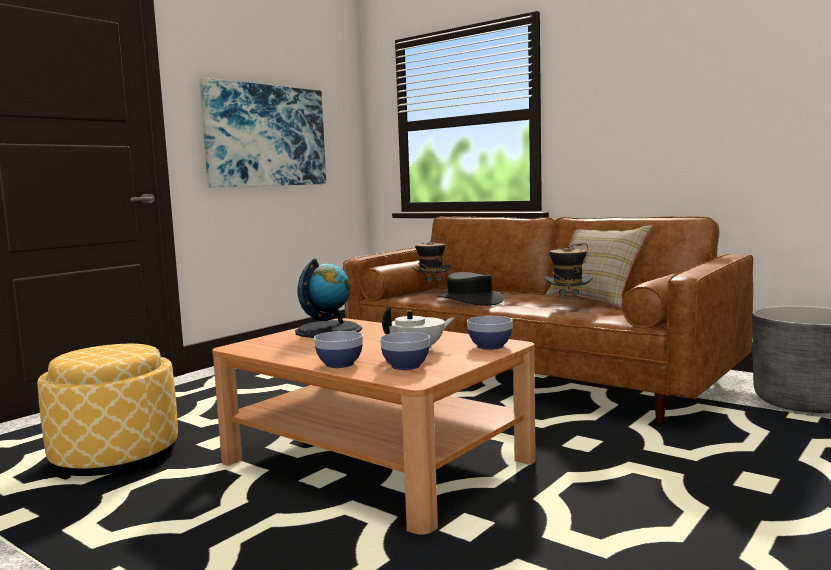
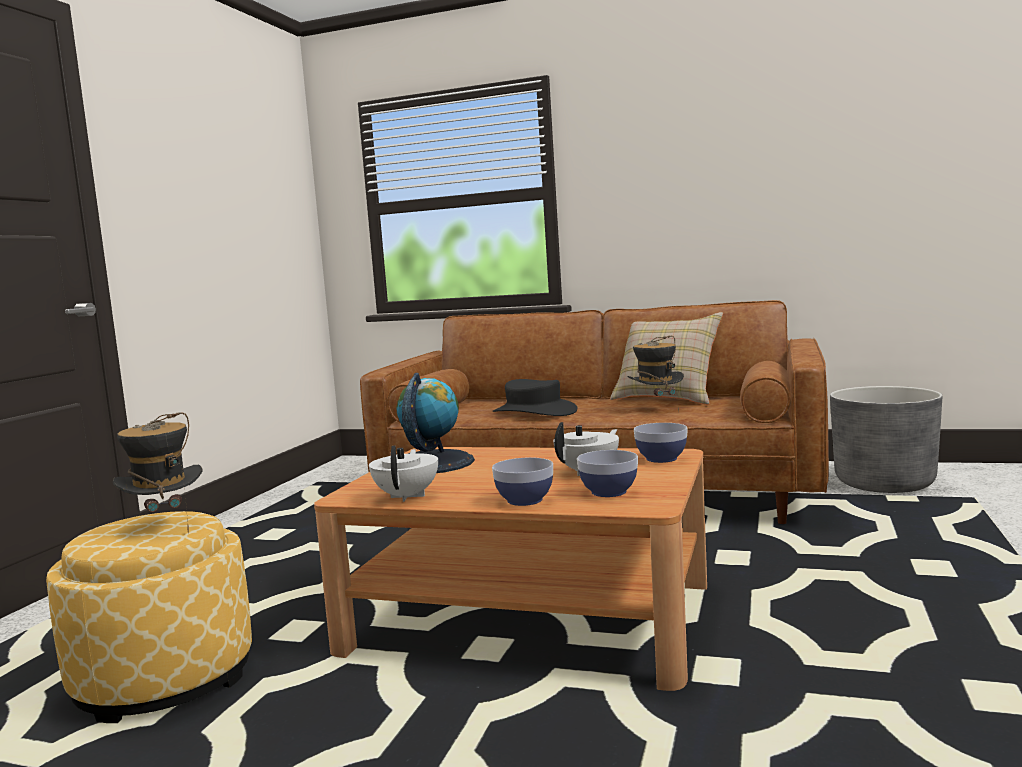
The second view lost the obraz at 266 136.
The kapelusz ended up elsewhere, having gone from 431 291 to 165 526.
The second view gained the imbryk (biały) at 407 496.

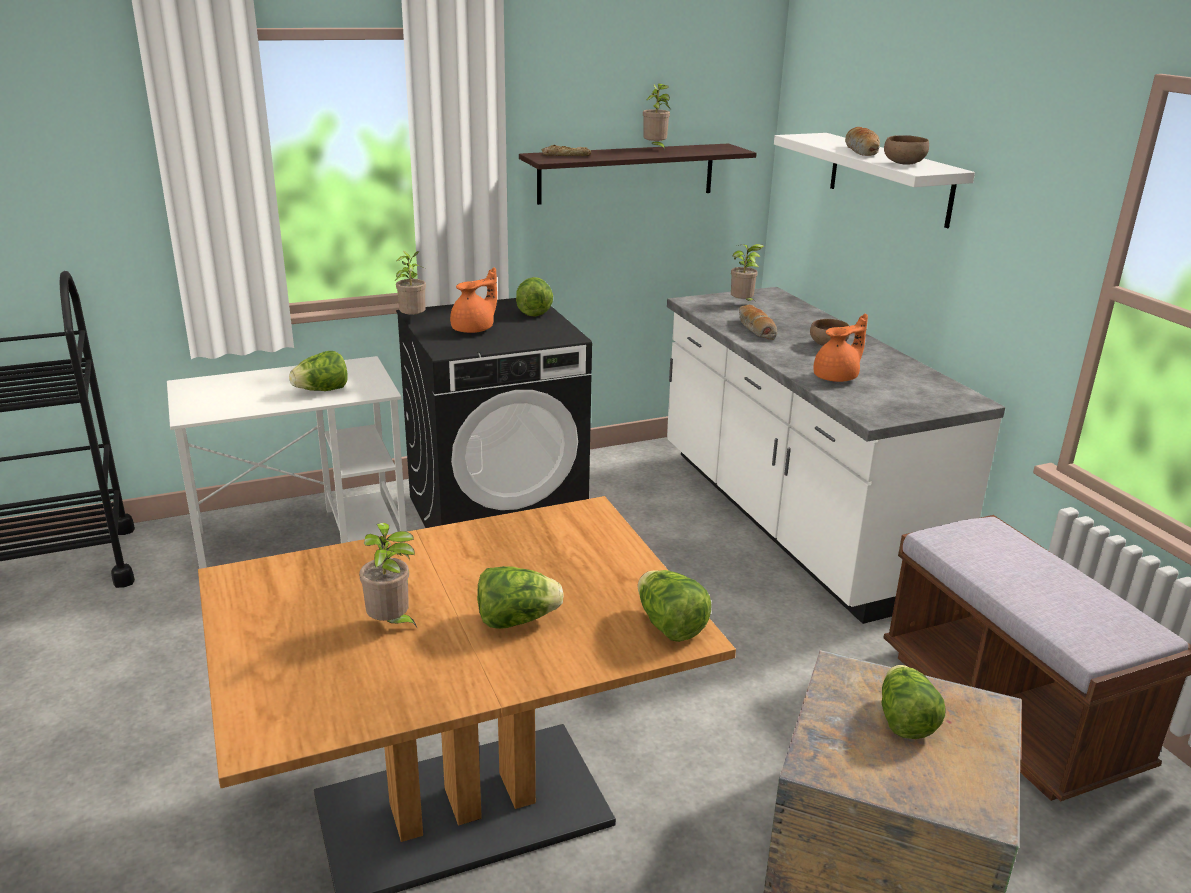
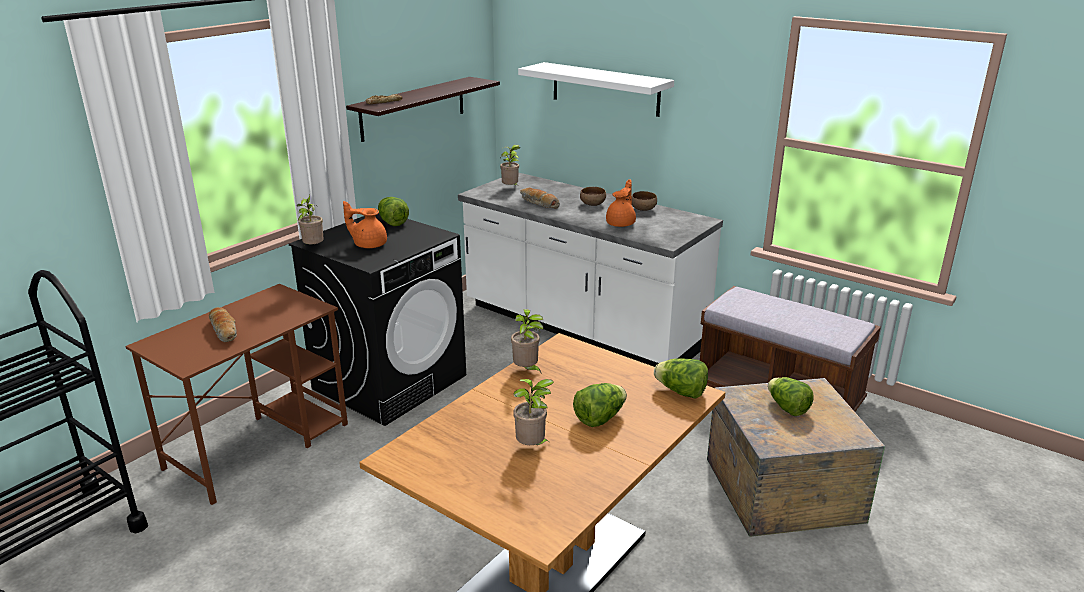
The roślina doniczkowa ended up elsewhere, having gone from 655 149 to 527 370.
The chleb ended up elsewhere, having gone from 862 151 to 225 331.
The miska (brązowy) ended up elsewhere, having gone from 904 164 to 643 209.
The imbryk (pomarańczowy) at 474 329 ended up facing another way, 90 degrees counterclockwise from before.
The second view lost the sałata at 322 390.
What was the biurko (biały) at 303 539 turned into the biurko (brązowy) at 259 445.

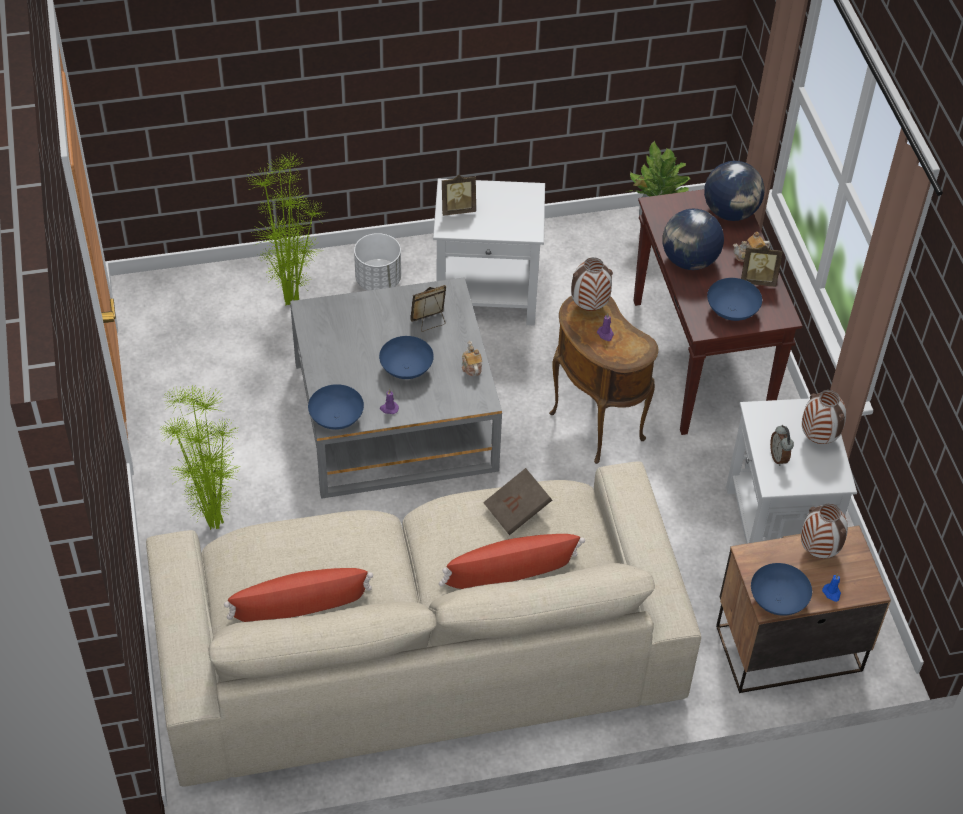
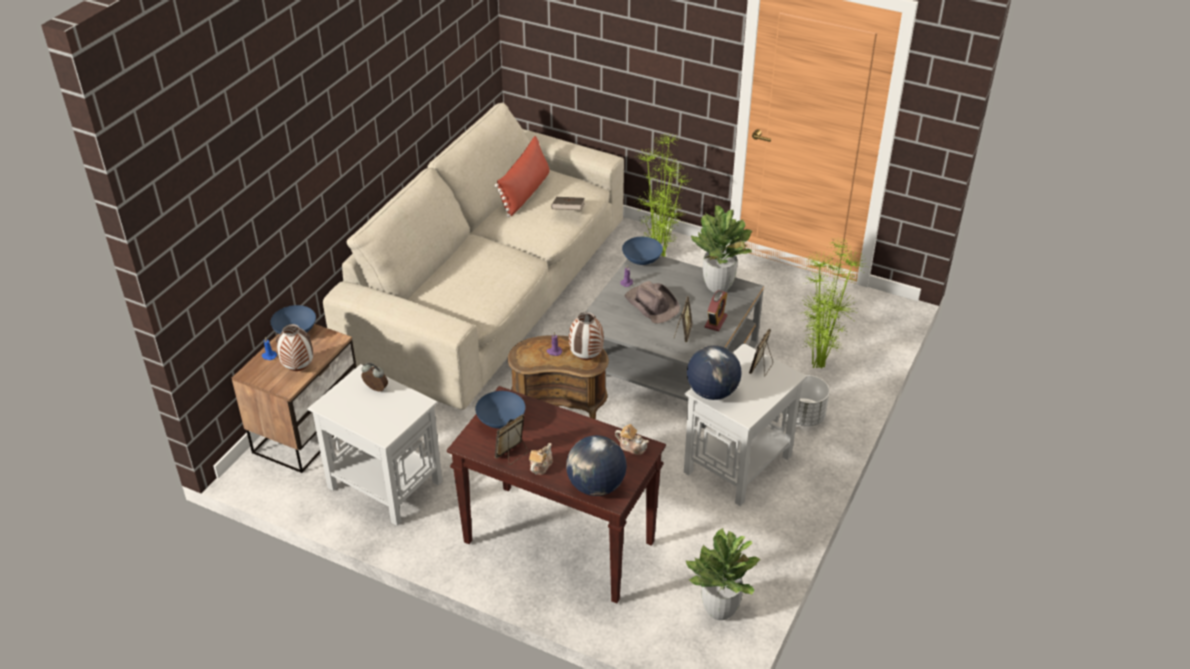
The globus ended up elsewhere, having gone from 689 261 to 712 392.
Where the miska (niebieski) stood at 405 369, the kapelusz (brązowy) came to stand at 652 304.
The imbryk ended up elsewhere, having gone from 471 367 to 632 446.
The second view lost the wazon at 819 438.
The książka (brązowy) ended up elsewhere, having gone from 517 511 to 568 211.
The second view lost the poduszka (czerwony) at 509 575.
The second view gained the roślina doniczkowa at 718 286.
The second view gained the budzik at 716 321.

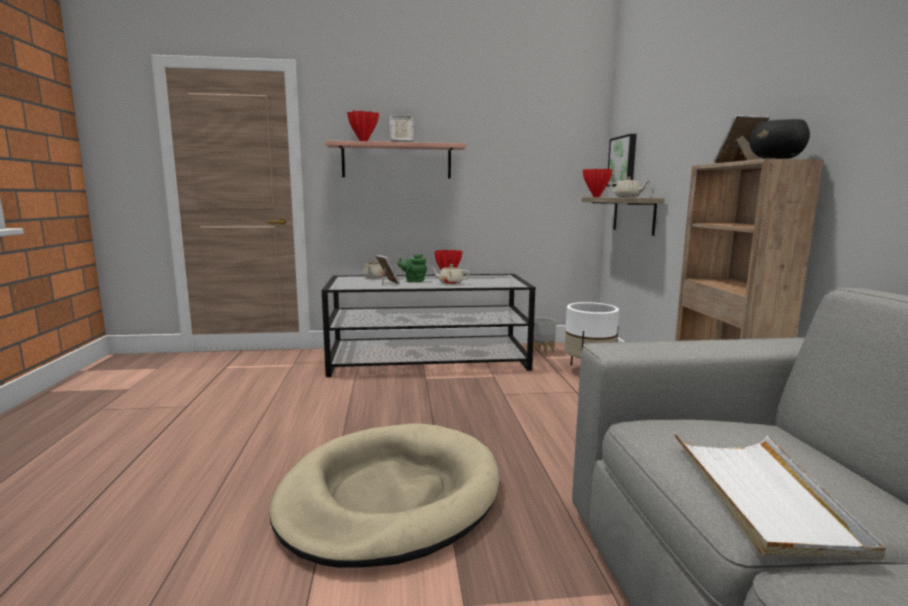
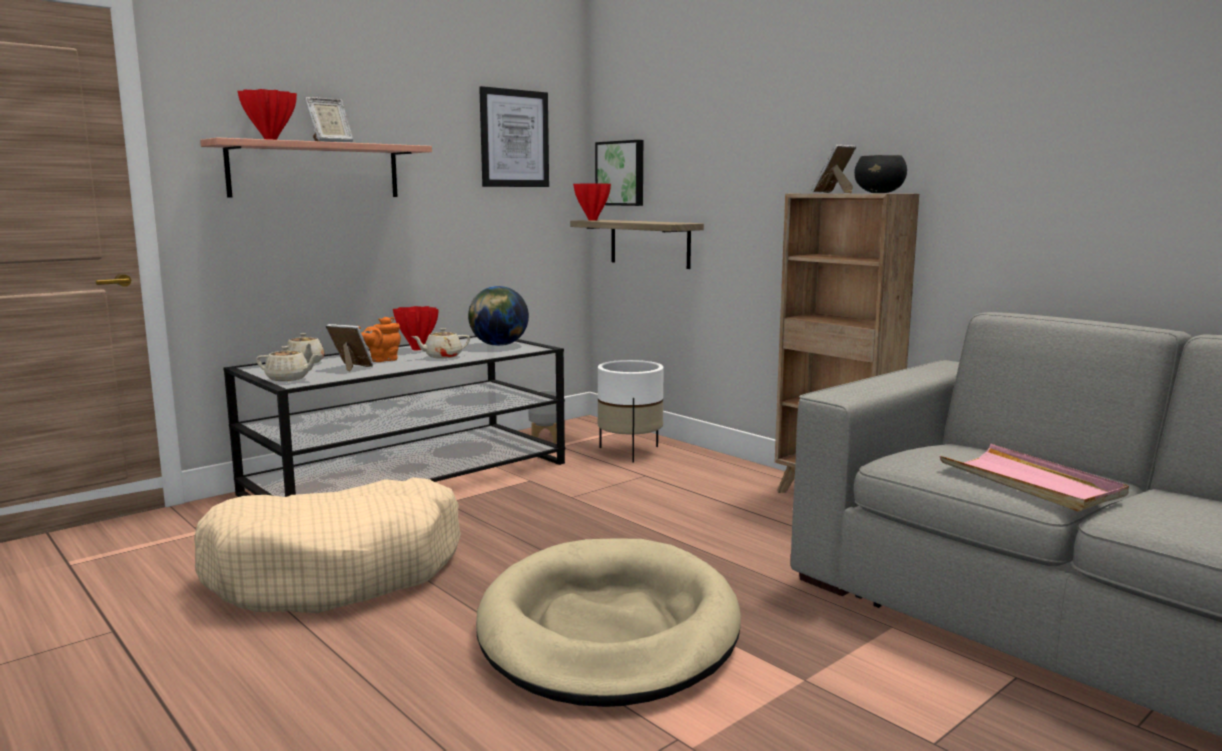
The imbryk (beżowy) ended up elsewhere, having gone from 628 197 to 288 379.
What was the imbryk (zielony) at 413 281 turned into the imbryk (pomarańczowy) at 381 360.
What was the taca (biały) at 761 495 turned into the taca (różowy) at 1030 483.
The second view gained the obraz at 514 138.
The second view gained the globus at 499 345.
The second view gained the legowisko (beżowy) at 337 571.

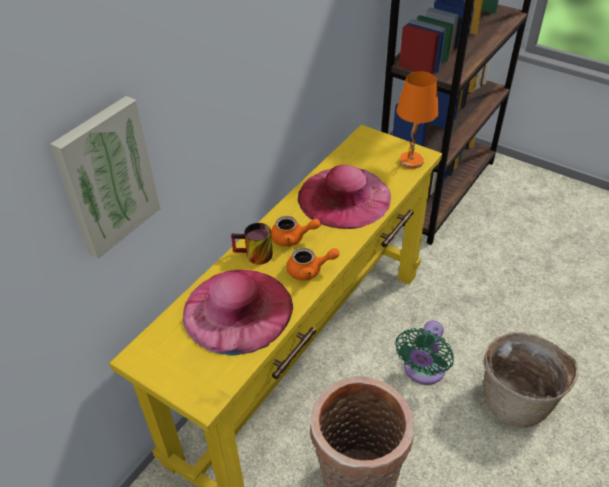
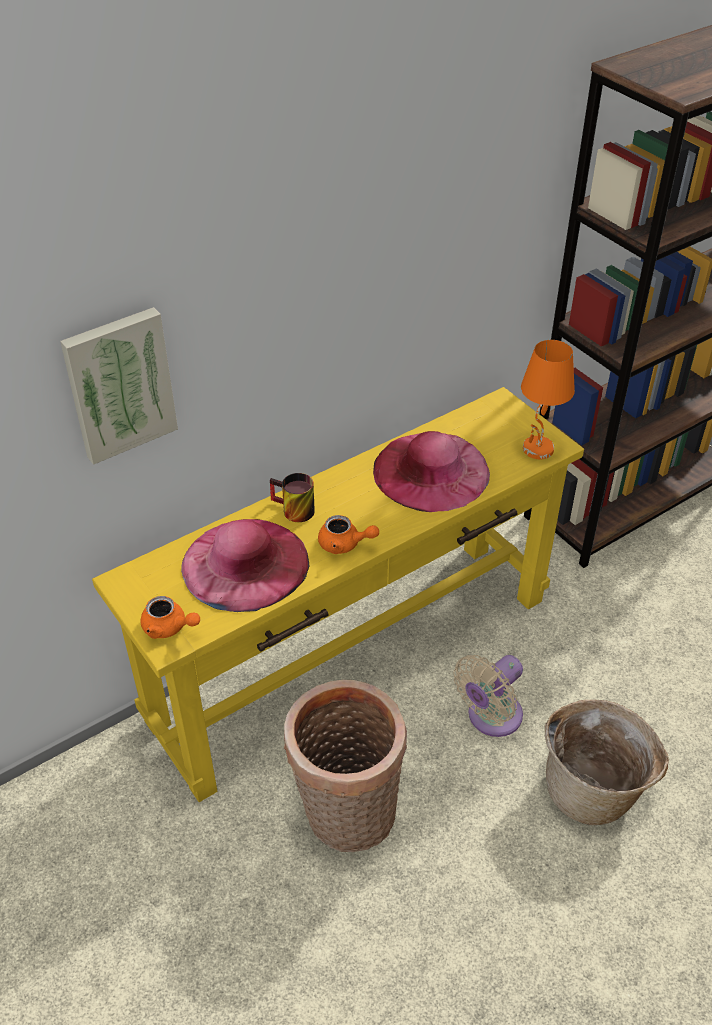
The imbryk (pomarańczowy) ended up elsewhere, having gone from 292 238 to 169 628.
What was the wentylator (zielony) at 422 371 turned into the wentylator (beżowy) at 490 717.

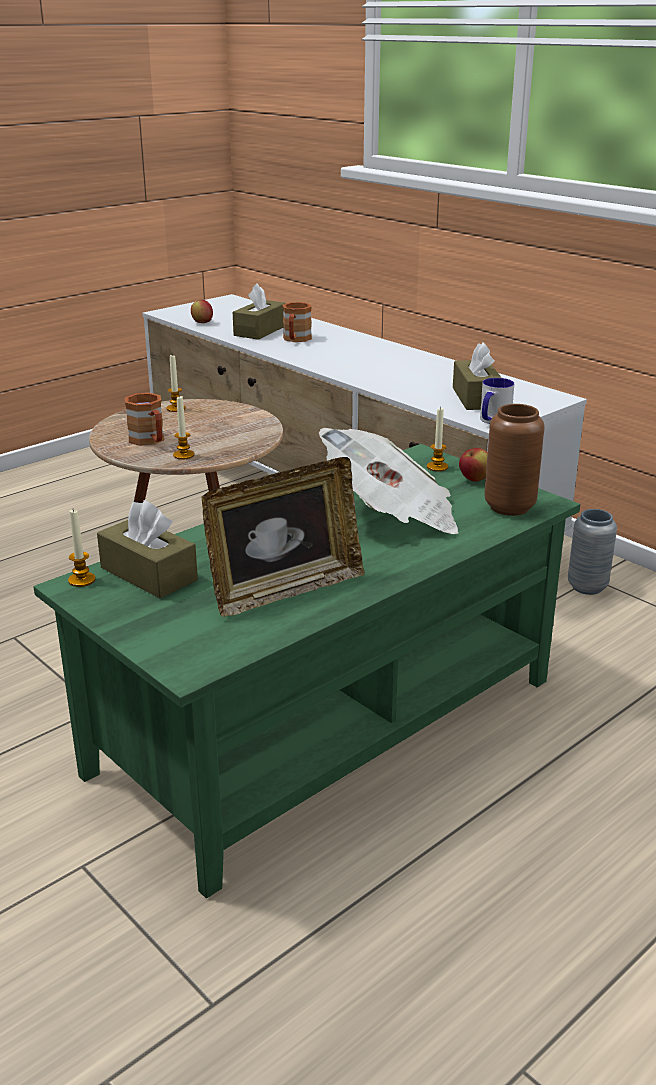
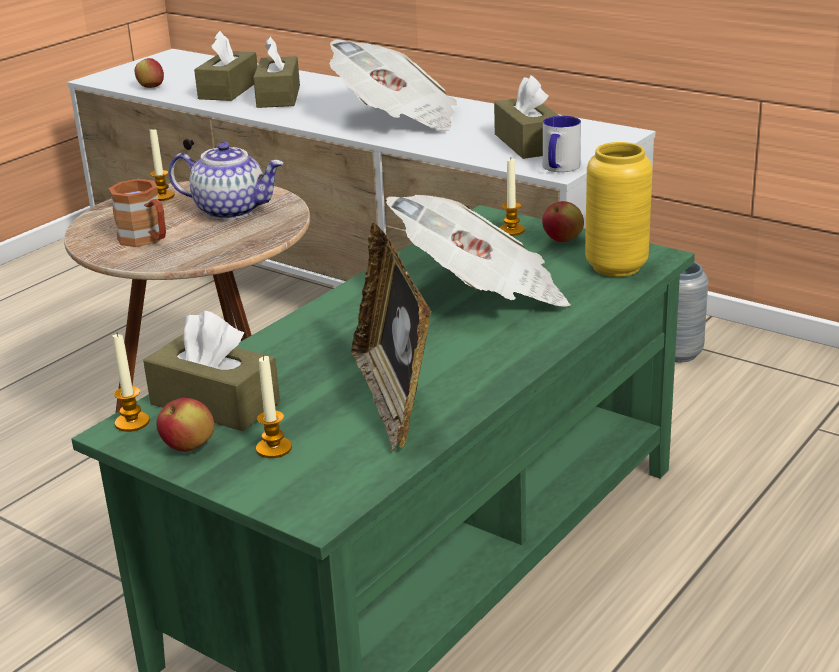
Where the kubek (brązowy) stood at 296 340, the pudełko chusteczek (brązowy) came to stand at 278 96.
The świeca ended up elsewhere, having gone from 183 455 to 274 448.
What was the wazon (brązowy) at 509 507 turned into the wazon (żółty) at 616 267.
The ramka na zdjęcie at 285 590 ended up facing another way, 120 degrees clockwise from before.
The second view gained the gazeta at 397 119.
The second view gained the imbryk at 231 210.
The second view gained the jabłko at 189 447.

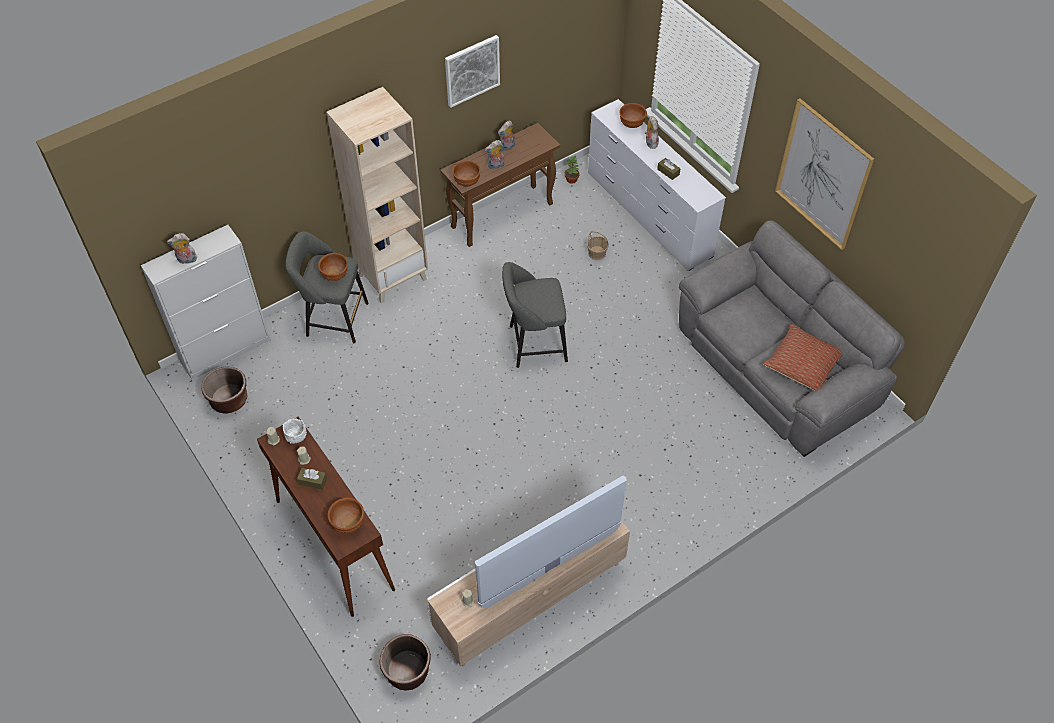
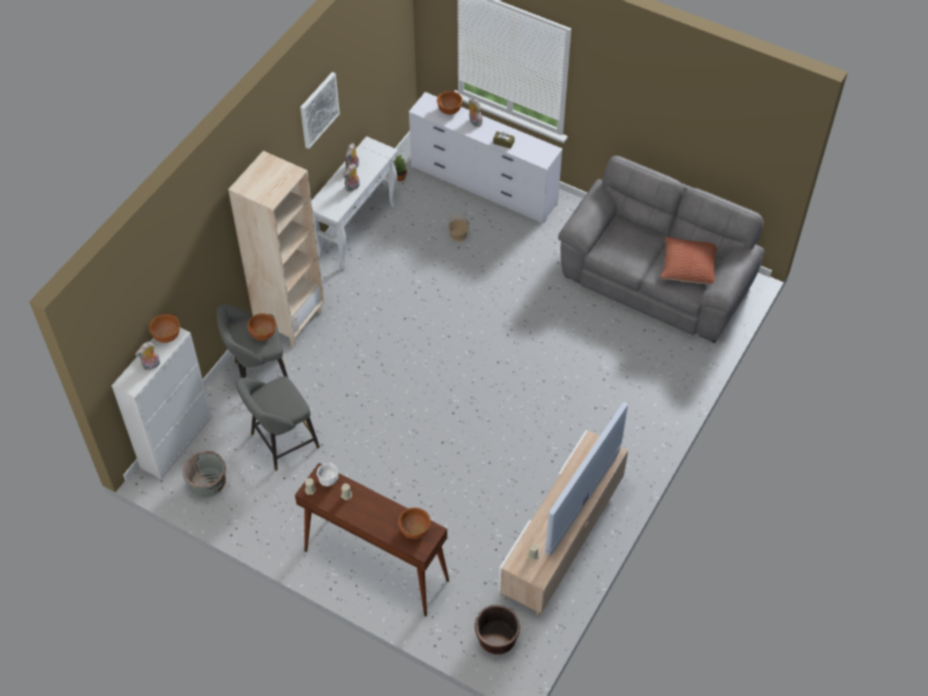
The second view lost the obraz at 822 175.
What was the stolik konsolowy (brązowy) at 502 215 turned into the stolik konsolowy (biały) at 357 230.
The miska (brązowy) ended up elsewhere, having gone from 467 182 to 167 336.
The stołek (szary) ended up elsewhere, having gone from 534 344 to 281 442.
What was the donica (brązowy) at 229 400 turned into the donica (szary) at 208 483.
The second view lost the pudełko chusteczek (brązowy) at 312 481.

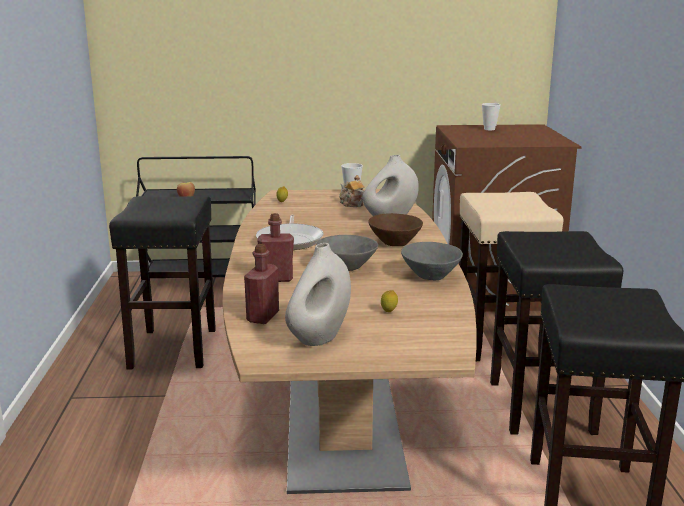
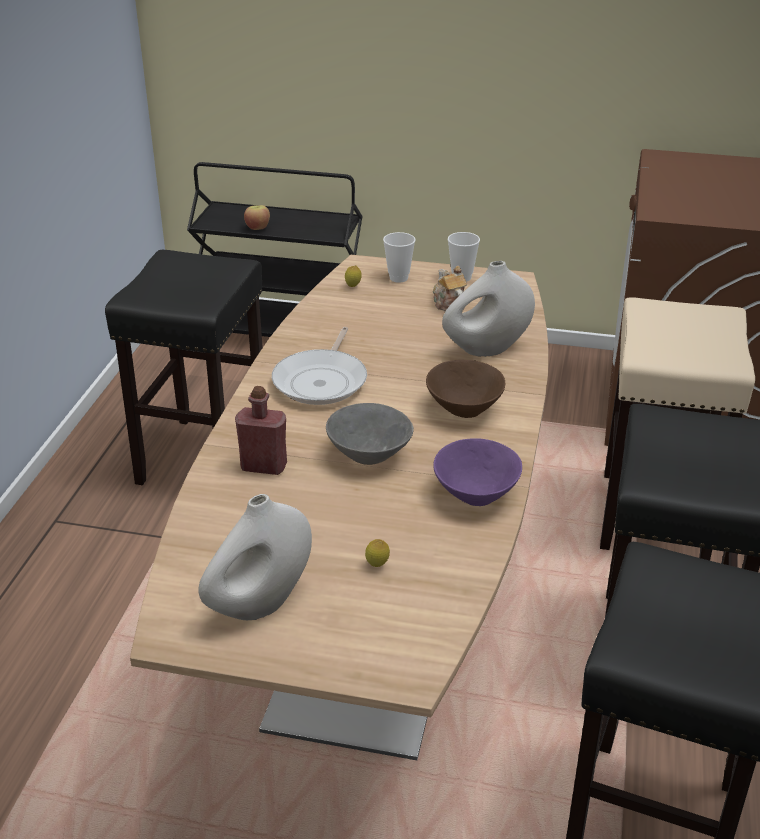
The filiżanka ended up elsewhere, having gone from 489 129 to 398 278.
What was the miska (szary) at 431 276 turned into the miska (fioletowy) at 475 495.
The second view lost the butelka (czerwony) at 263 317.

